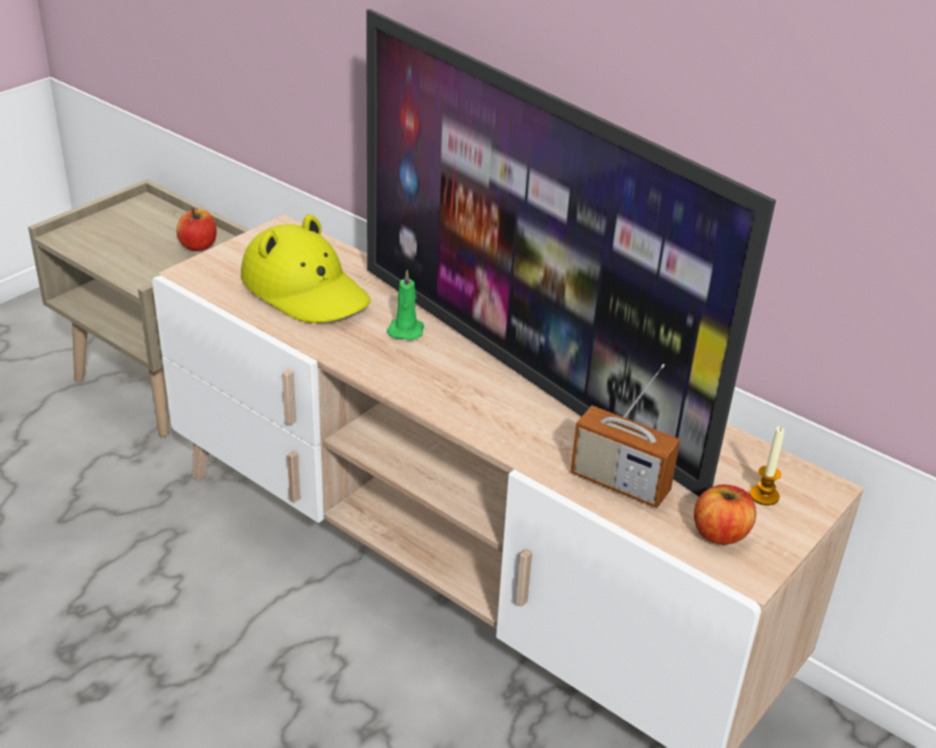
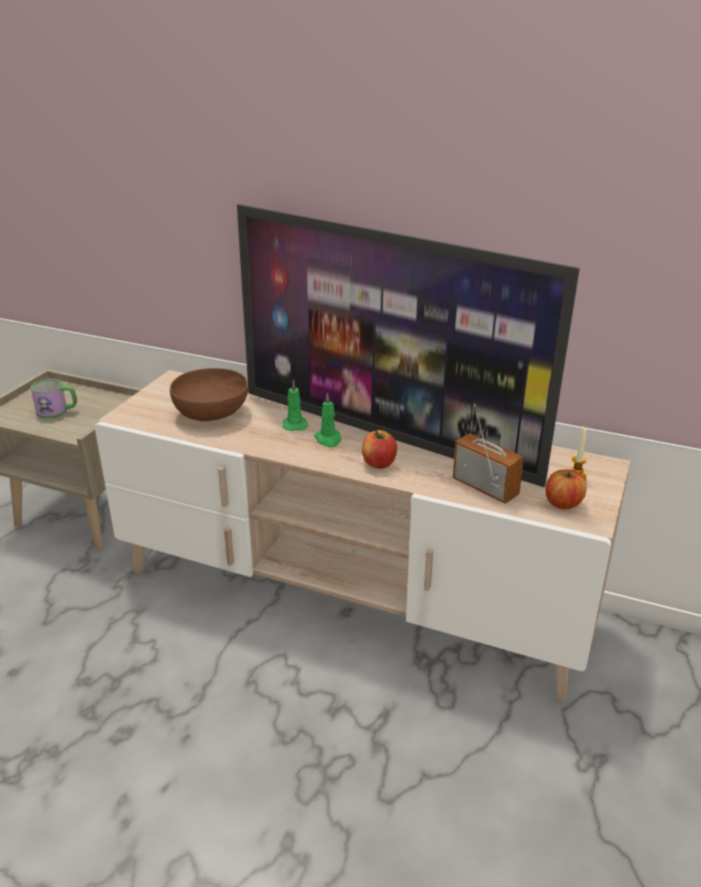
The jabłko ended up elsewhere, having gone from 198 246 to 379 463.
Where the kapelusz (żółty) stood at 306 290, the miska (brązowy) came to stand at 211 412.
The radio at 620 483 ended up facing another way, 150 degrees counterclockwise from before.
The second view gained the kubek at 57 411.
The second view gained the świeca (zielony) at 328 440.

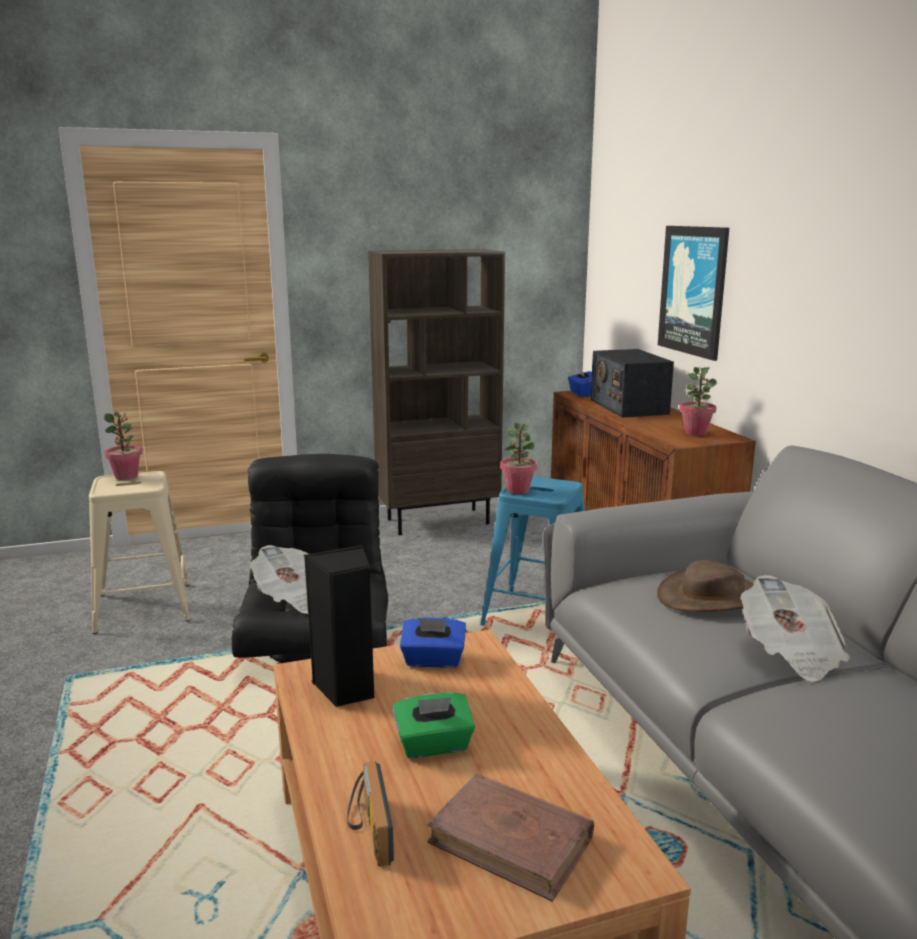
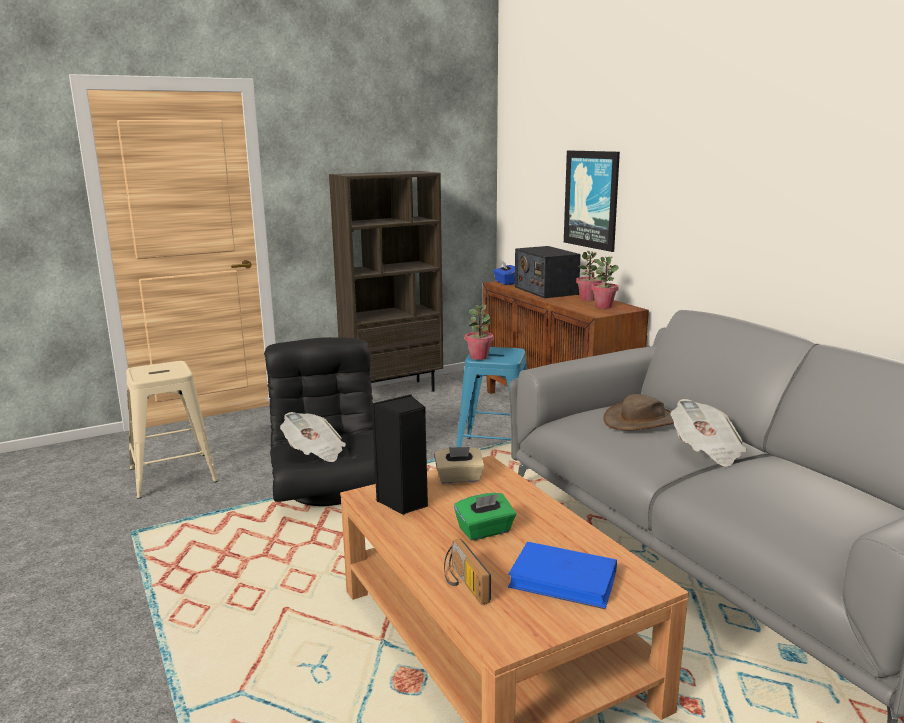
The roślina doniczkowa ended up elsewhere, having gone from 126 476 to 588 299.
What was the pudełko chusteczek (niebieski) at 433 660 turned into the pudełko chusteczek (beżowy) at 459 478.
What was the książka (brązowy) at 511 840 turned into the książka (niebieski) at 564 579.

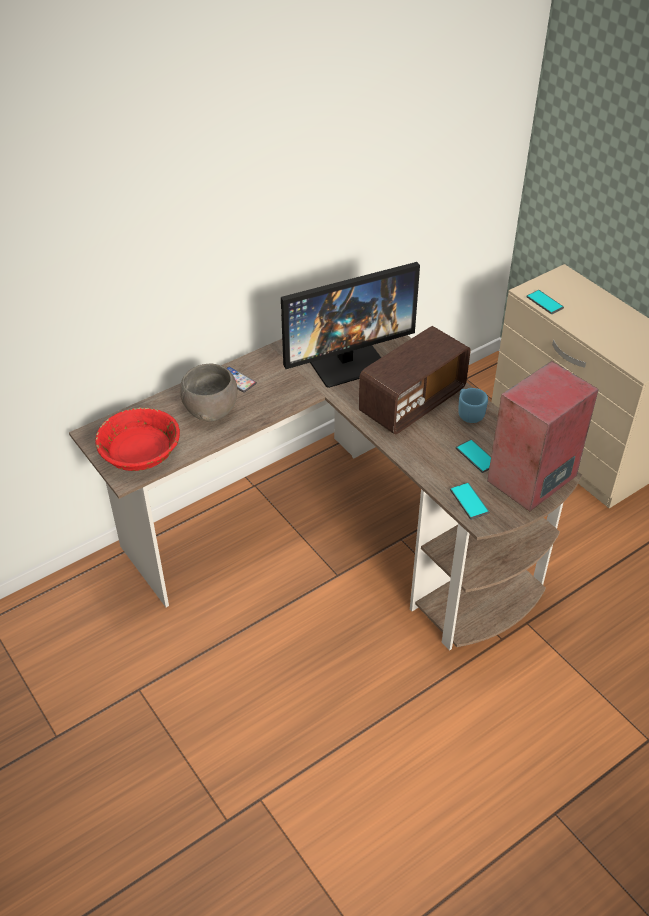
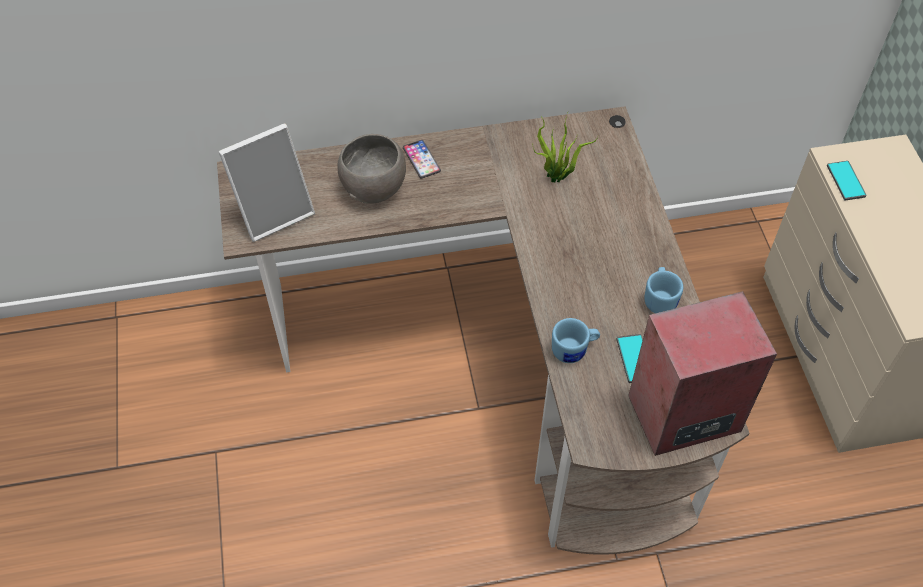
Where the monitor stood at 346 361, the roślina doniczkowa came to stand at 557 178.
The second view lost the radio at 412 402.
Where the miska (czerwony) stood at 140 451, the ramka na zdjęcie came to stand at 274 211.
The second view lost the telefon at 469 501.
The second view gained the kubek (niebieski) at 574 350.

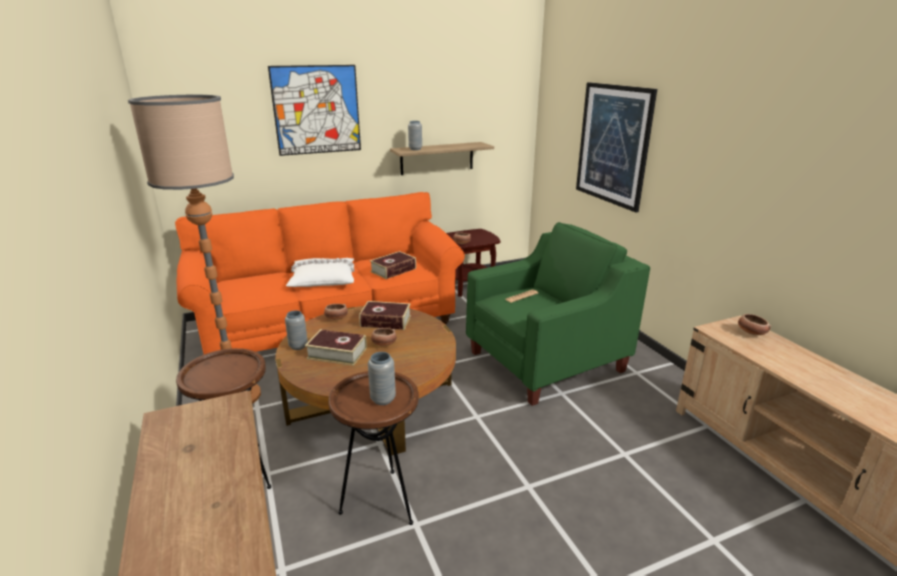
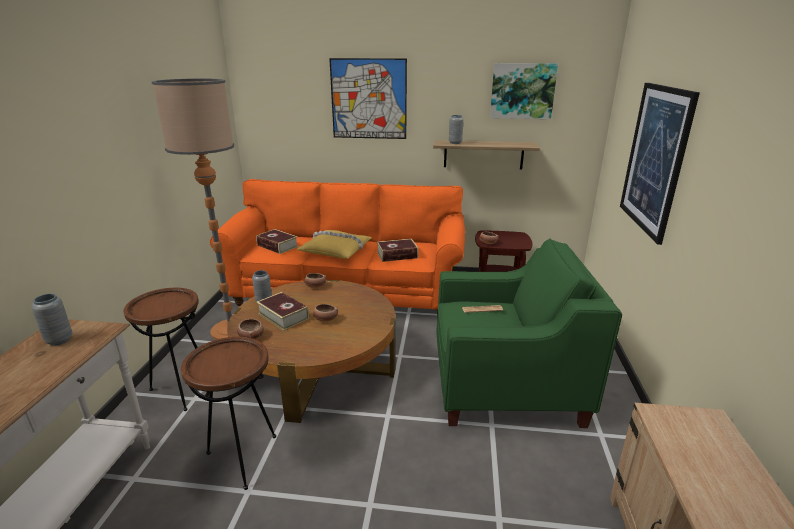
What was the poduszka (biały) at 323 279 turned into the poduszka (żółty) at 336 250.
The książka ended up elsewhere, having gone from 385 321 to 277 246.
The miska ended up elsewhere, having gone from 750 332 to 251 336.
The wazon (szary) ended up elsewhere, having gone from 383 399 to 59 340.
The second view gained the obraz at 522 91.

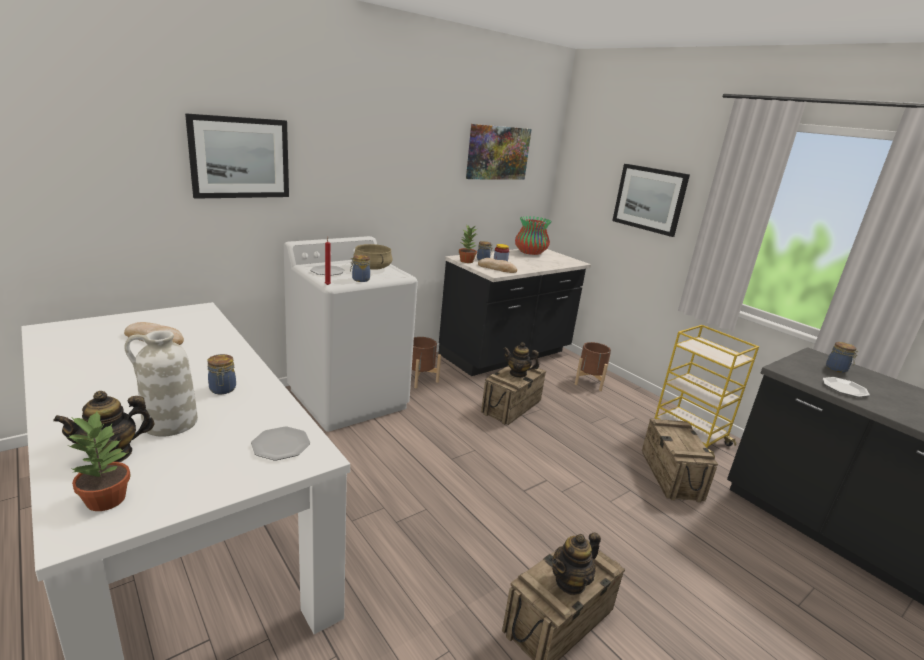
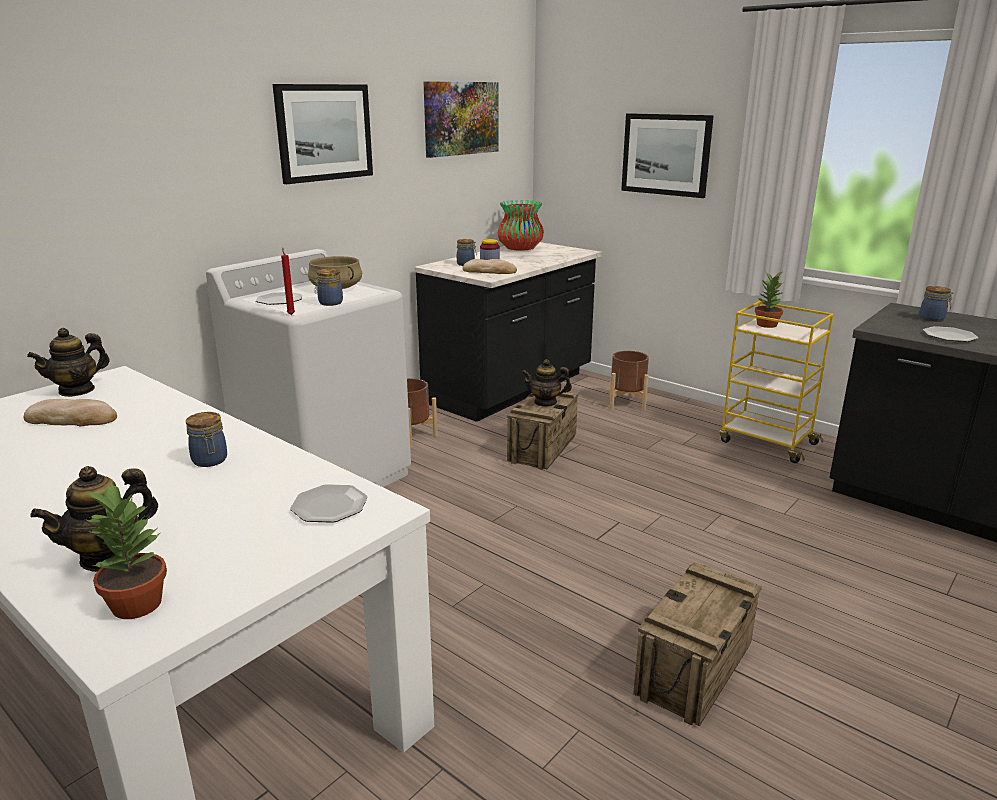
The obraz ended up elsewhere, having gone from 240 158 to 324 132.
The roślina doniczkowa ended up elsewhere, having gone from 466 261 to 767 325.
The second view lost the wazon (biały) at 169 423.
The second view lost the skrzynka at 671 475.
The imbryk ended up elsewhere, having gone from 570 582 to 77 390.

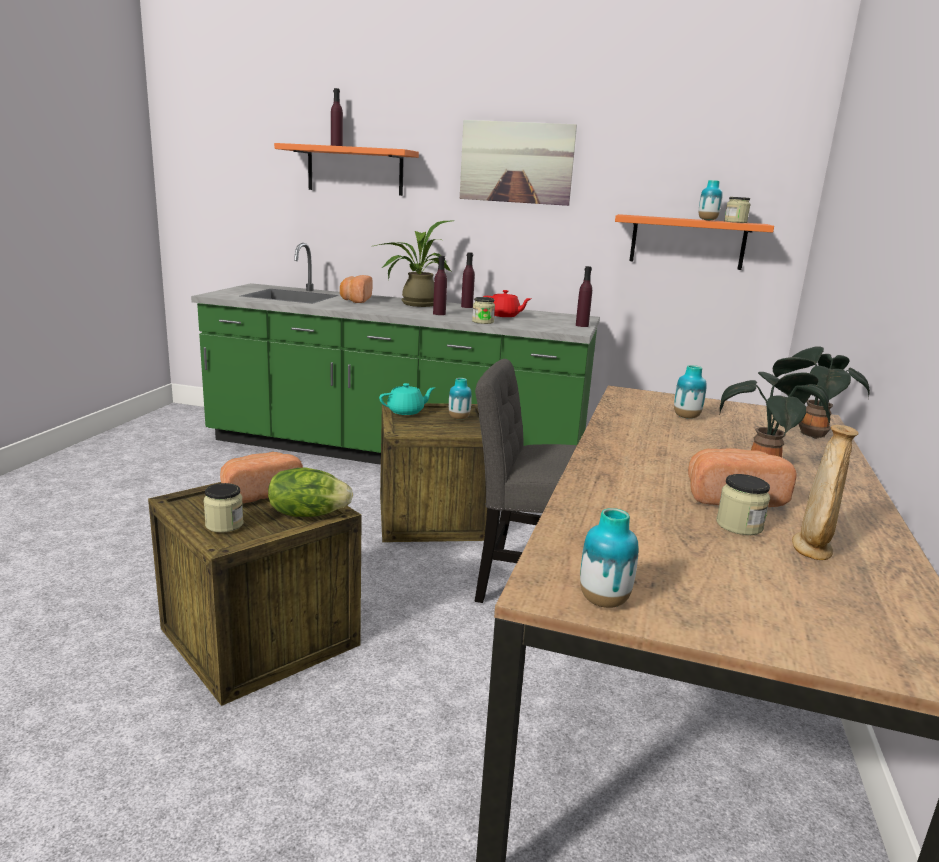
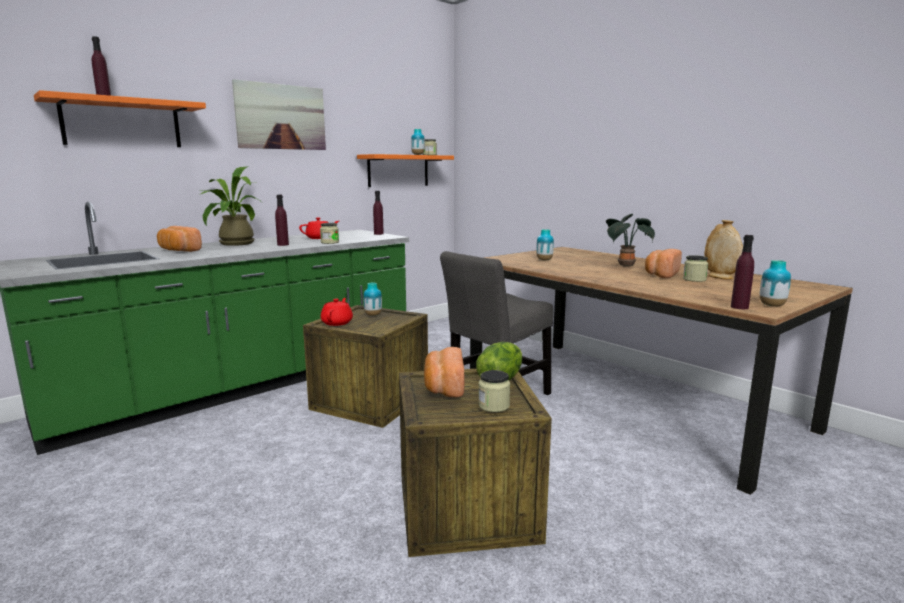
The butelka (fioletowy) ended up elsewhere, having gone from 467 307 to 739 307.
The second view lost the roślina doniczkowa at 808 433.
What was the imbryk (turkusowy) at 406 411 turned into the imbryk (czerwony) at 337 322.

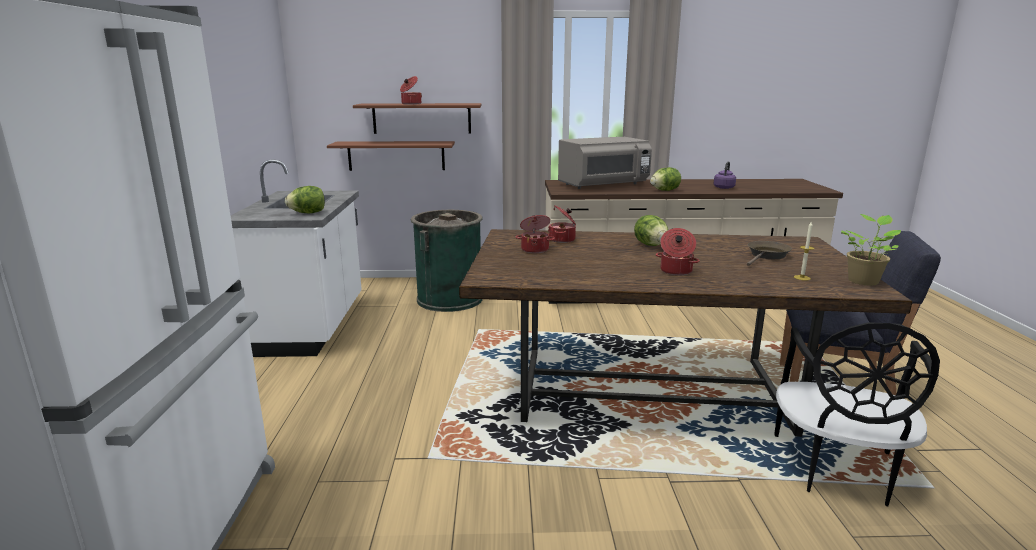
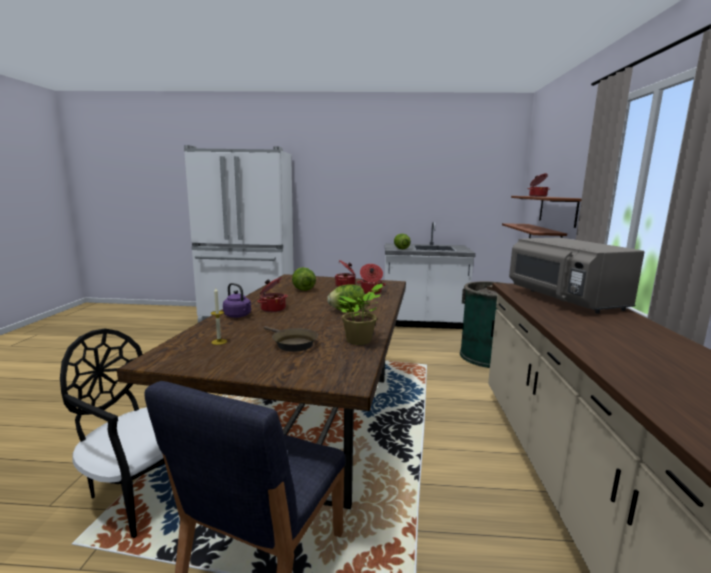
The czajnik (fioletowy) ended up elsewhere, having gone from 724 187 to 238 316.
The sałata ended up elsewhere, having gone from 664 190 to 303 289.
The roślina doniczkowa ended up elsewhere, having gone from 864 280 to 360 341.

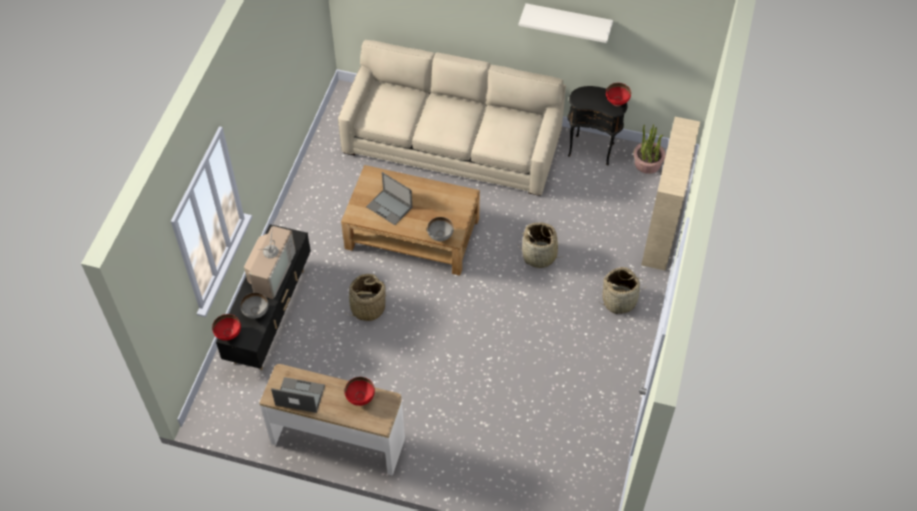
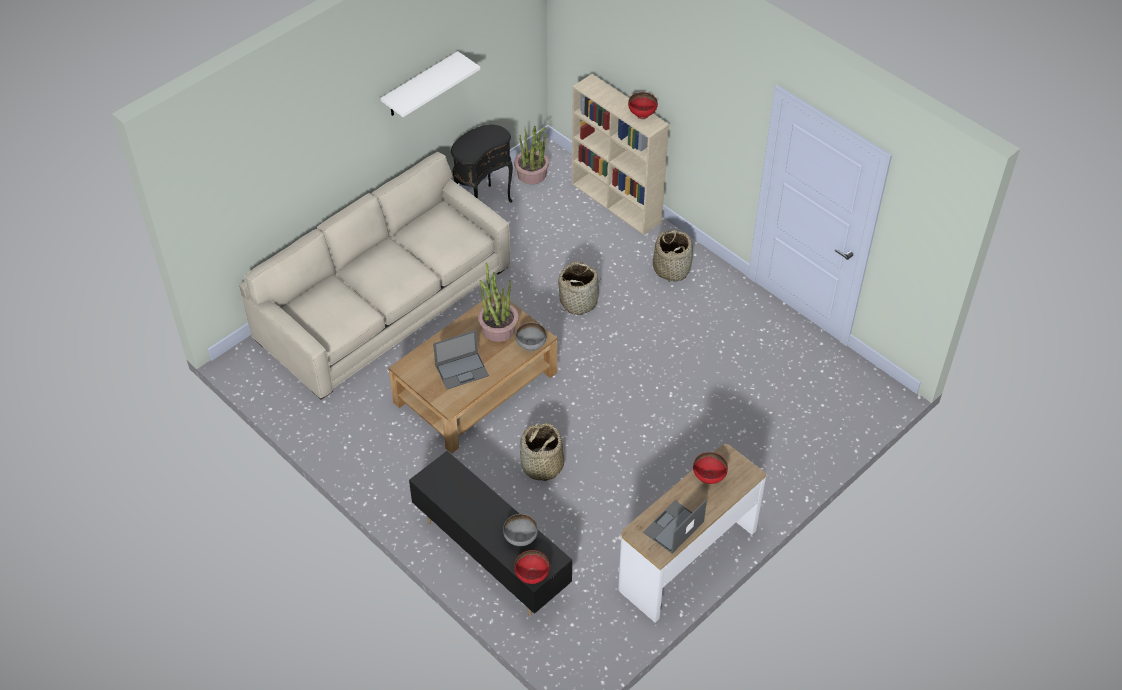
The miska (czerwony) ended up elsewhere, having gone from 617 102 to 642 115.
The second view lost the telewizor at 271 271.
The second view gained the roślina doniczkowa at 498 328.

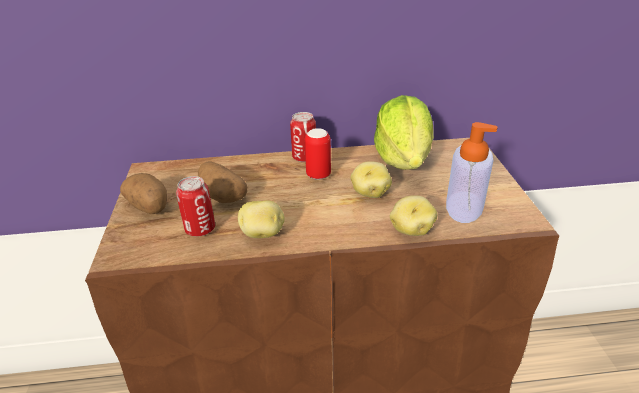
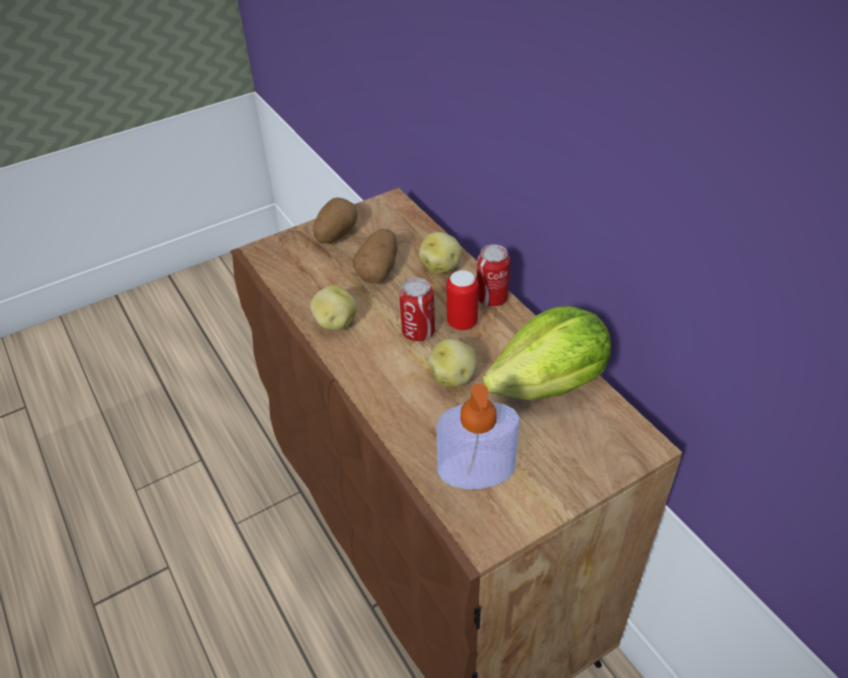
The puszka ended up elsewhere, having gone from 200 229 to 418 332.
The ziemniak ended up elsewhere, having gone from 411 230 to 441 266.

